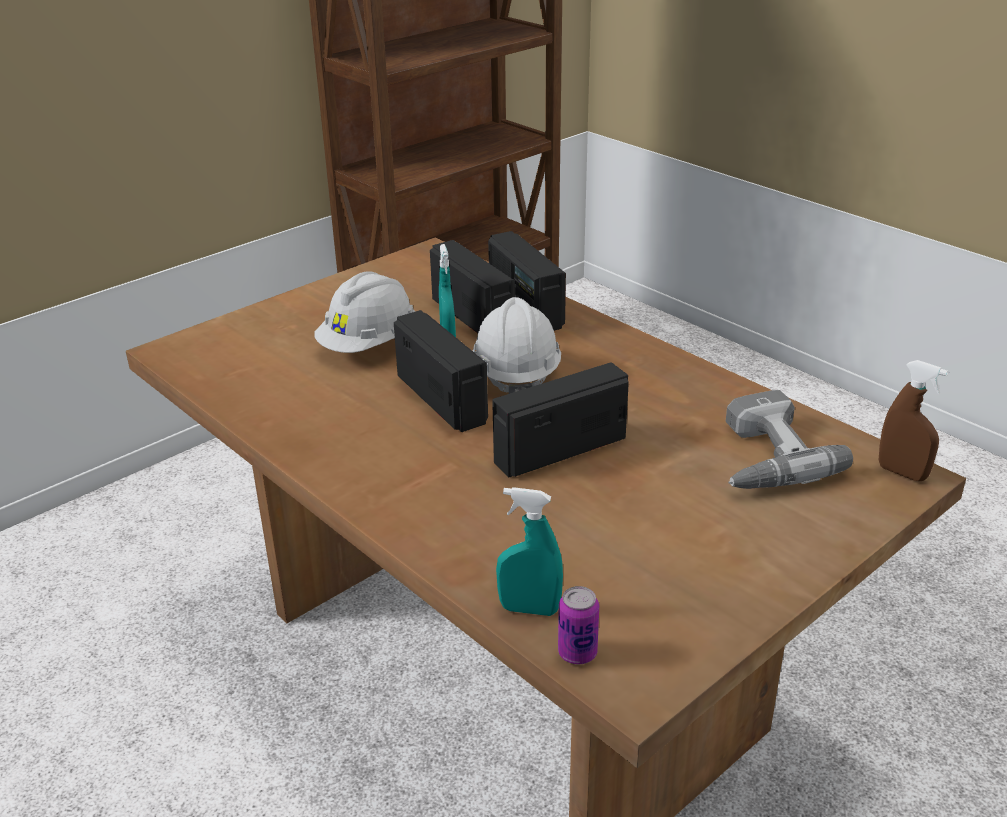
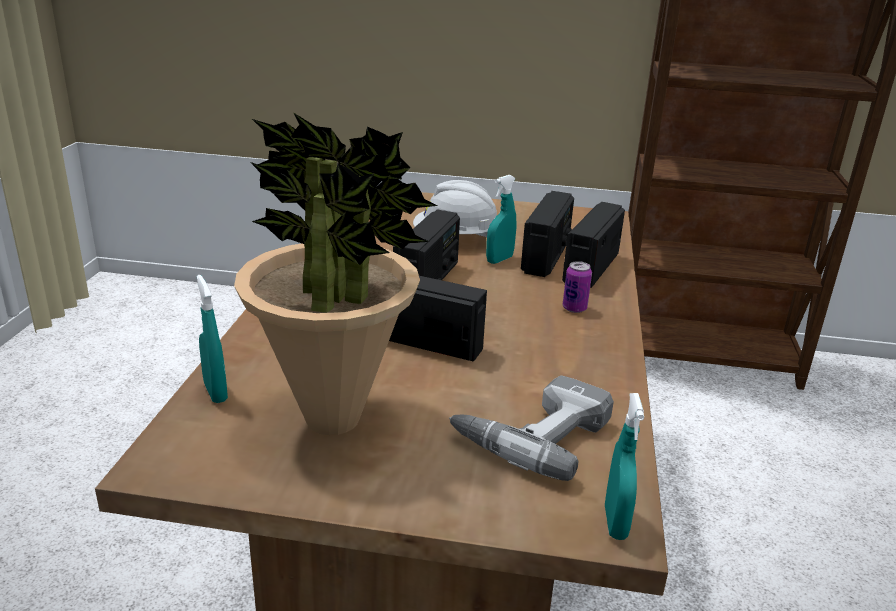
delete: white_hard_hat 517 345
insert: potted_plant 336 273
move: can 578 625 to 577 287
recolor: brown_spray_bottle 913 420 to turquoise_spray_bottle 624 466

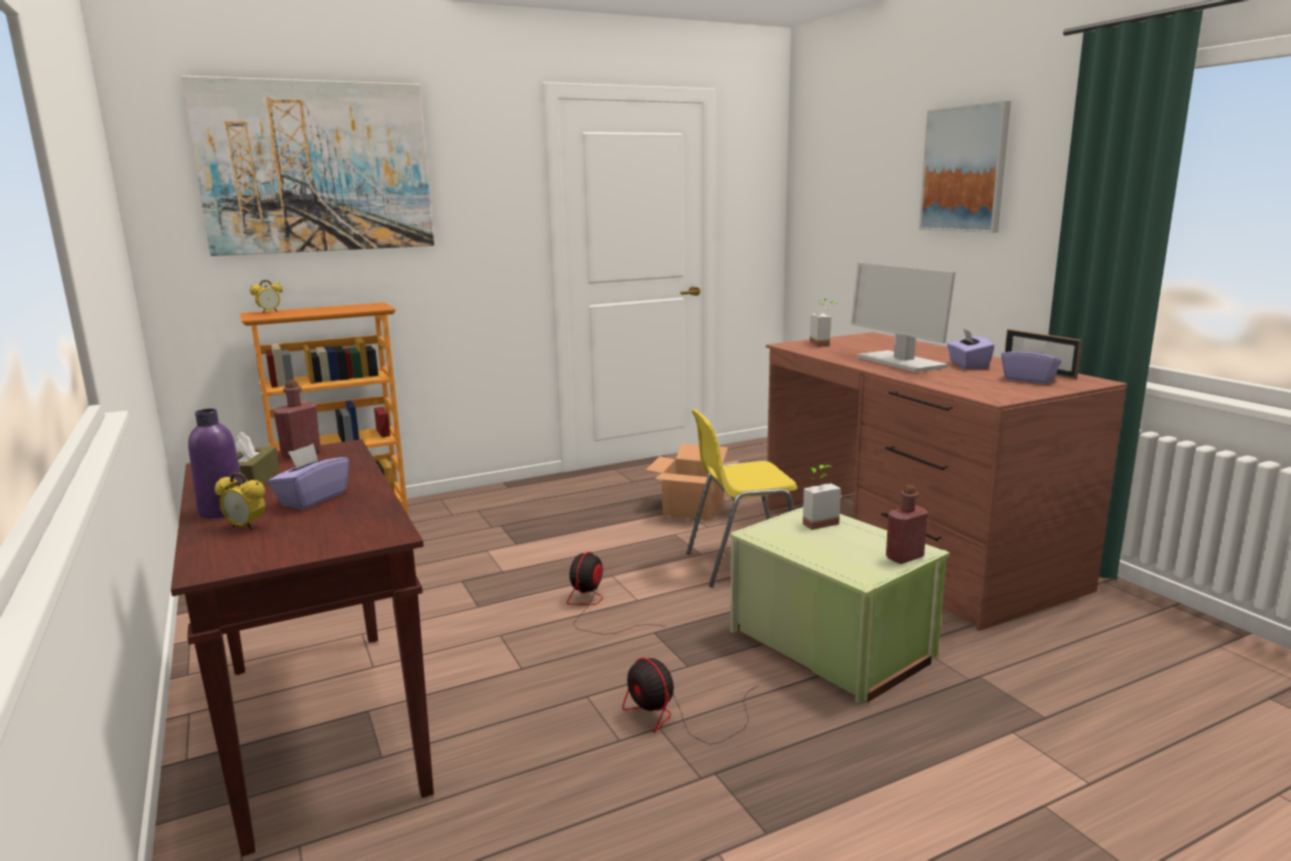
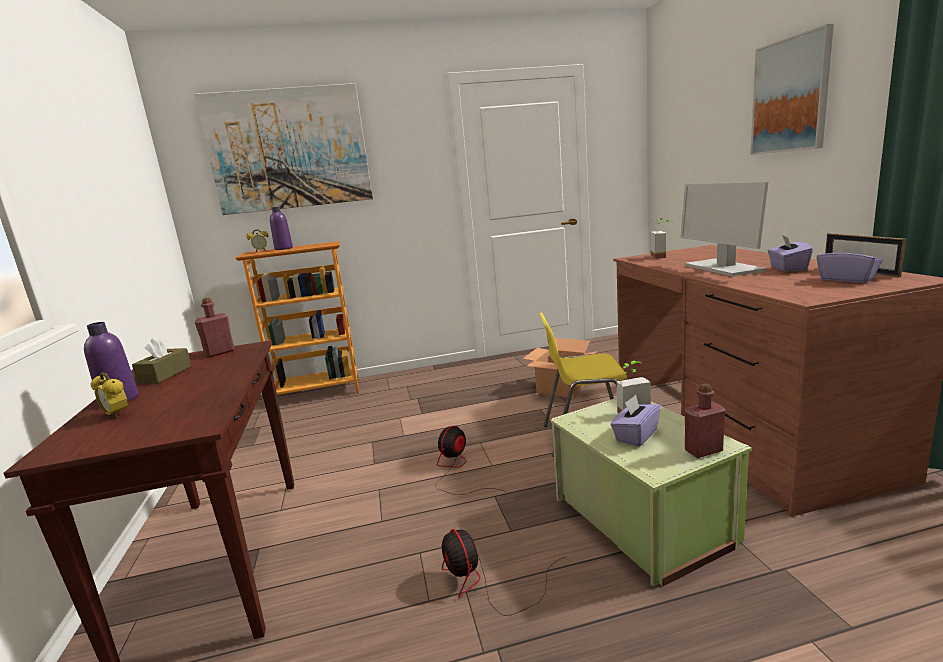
insert: purple_bottle 281 228
move: purple_tissue_box 308 476 to 636 420

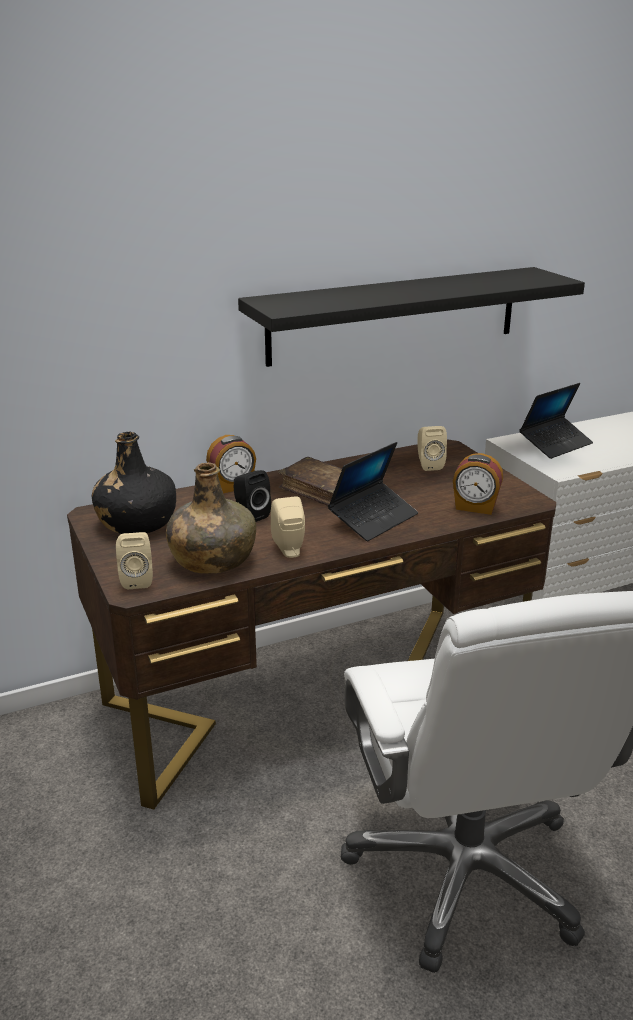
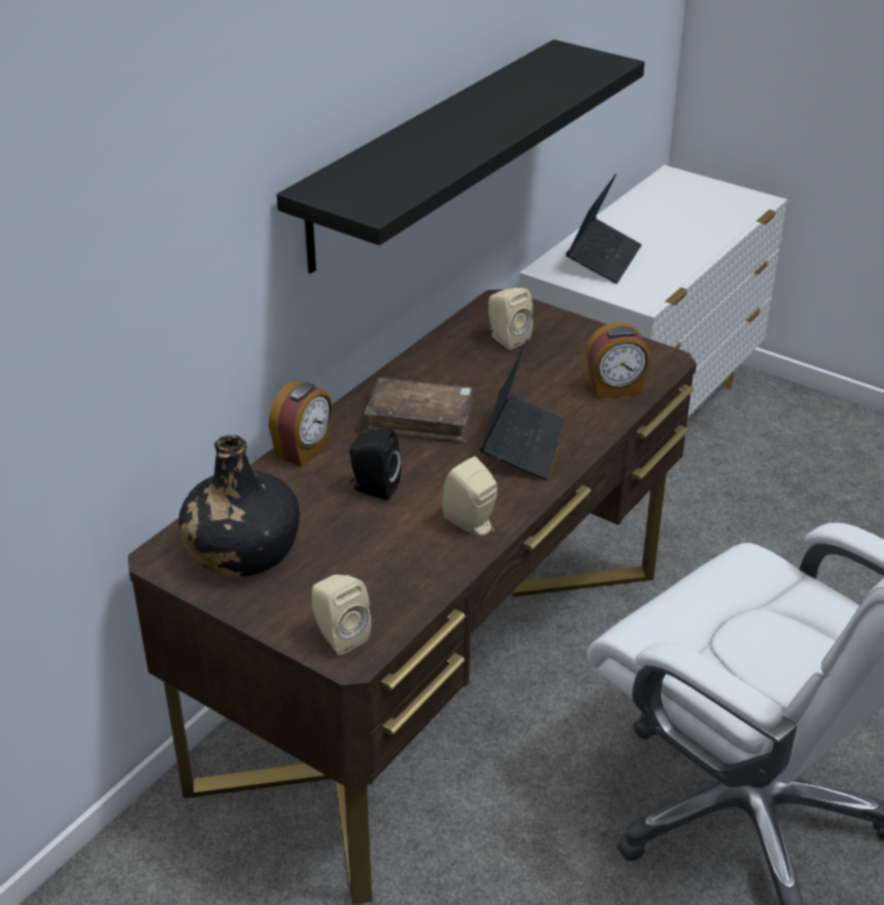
delete: green_bottle 211 518

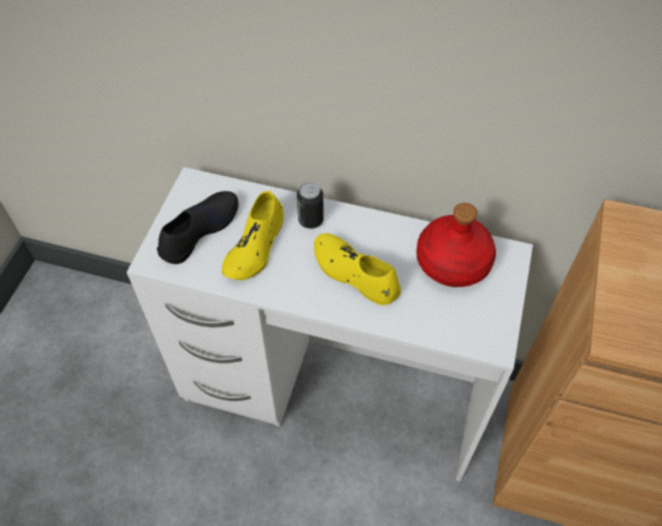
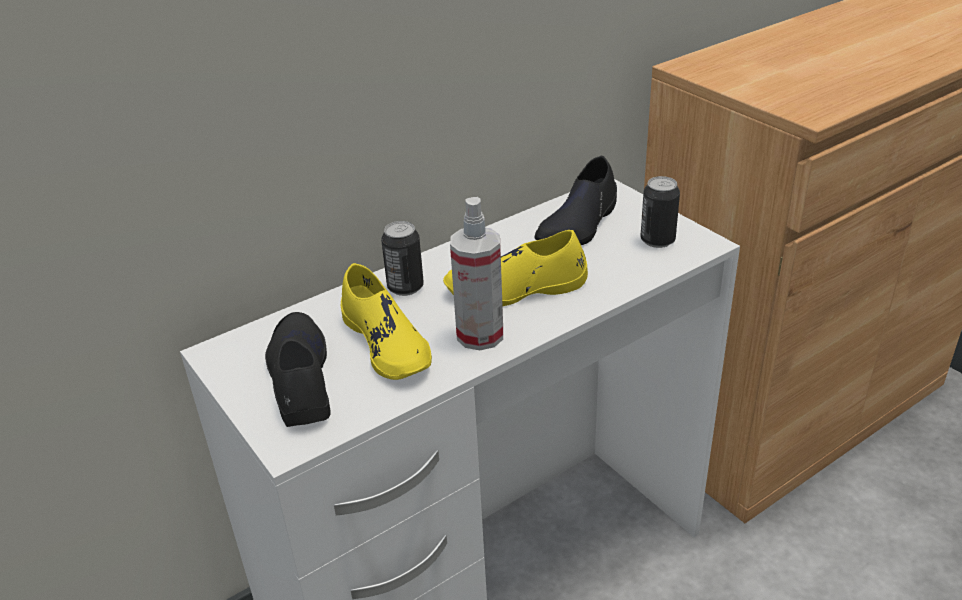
insert: can 660 212; spray_bottle 476 273
replace: red_bottle 456 245 to black_shoe 576 200

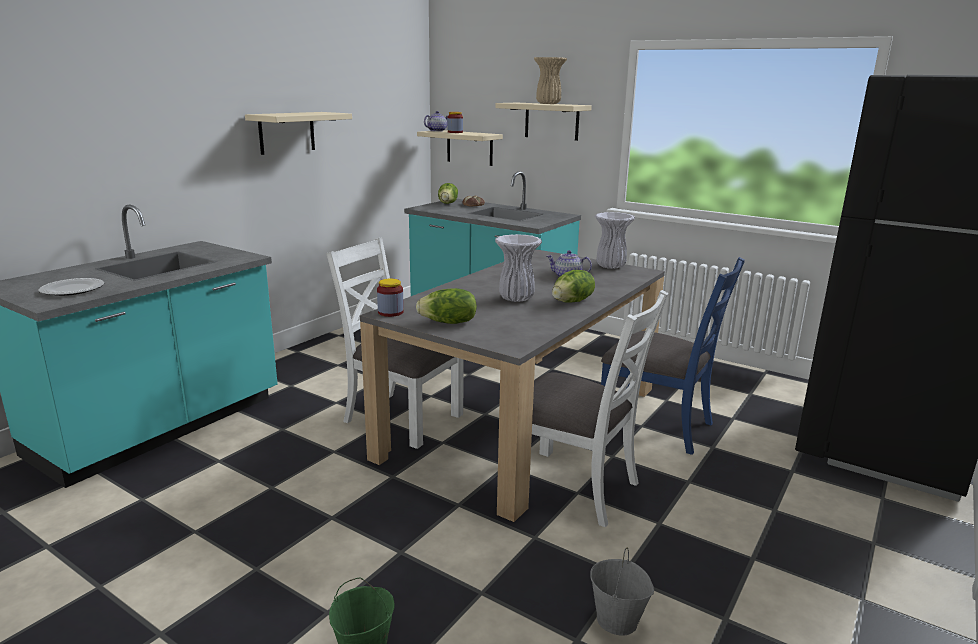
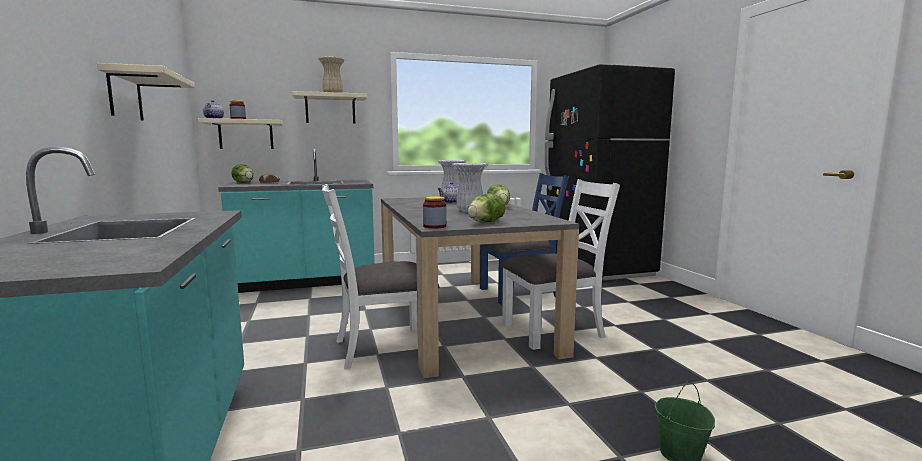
delete: plate 71 287; grey_bucket 622 592

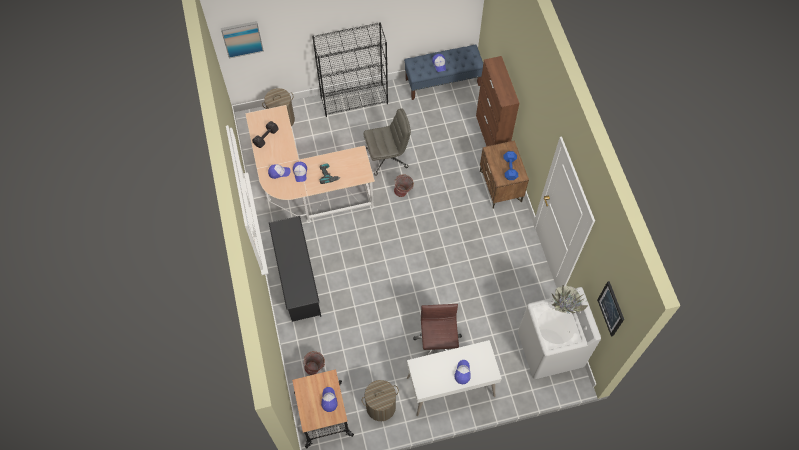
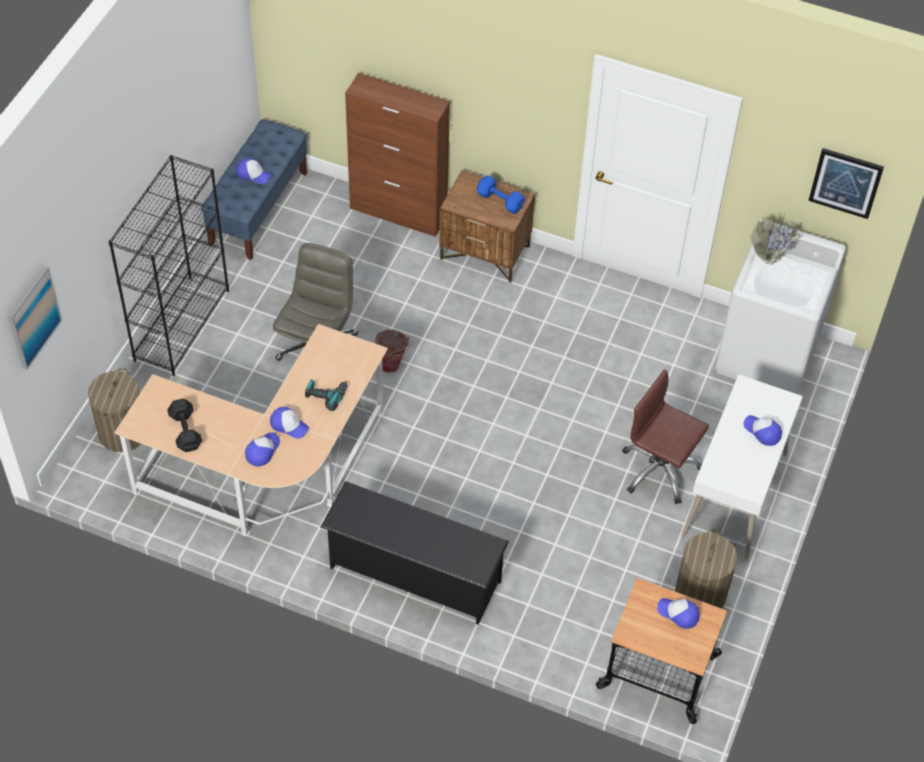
delete: bucket 314 363

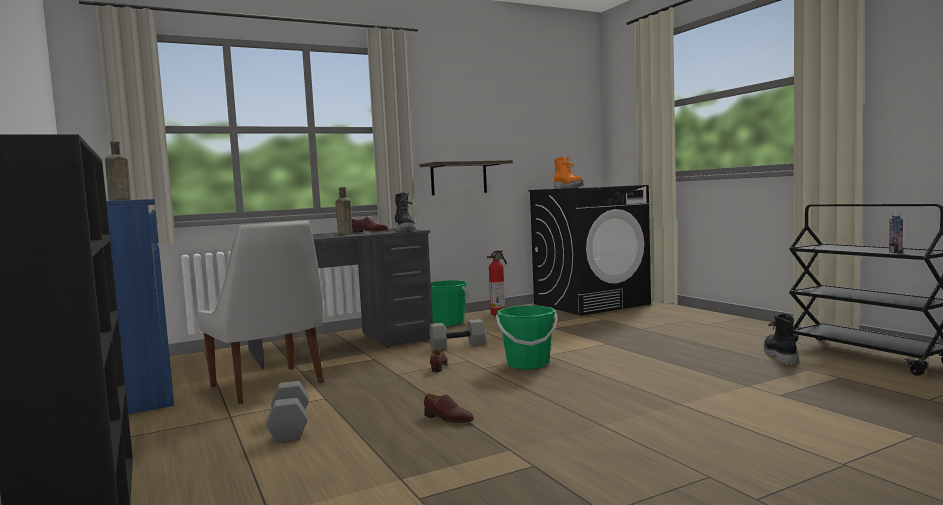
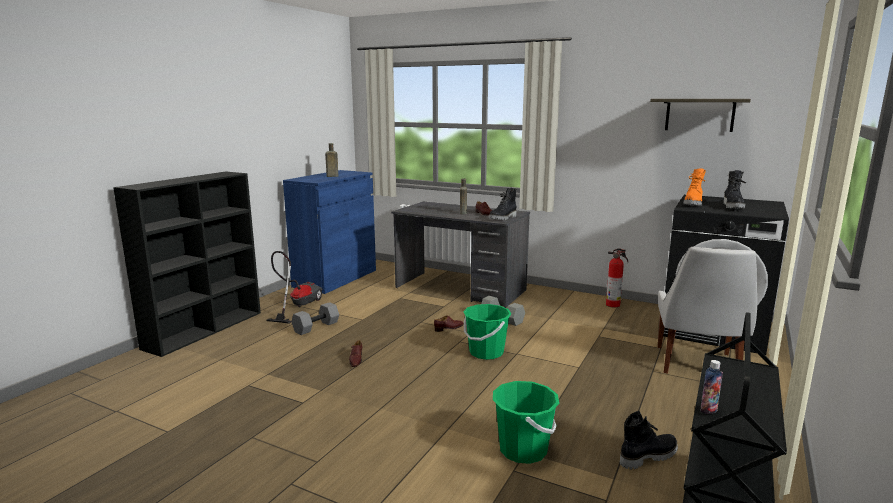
insert: black_boot 734 189; vacuum_cleaner 294 287
move: shelf 466 177 to 700 115; white_chair 260 312 to 707 310; green_bucket 450 303 to 526 422

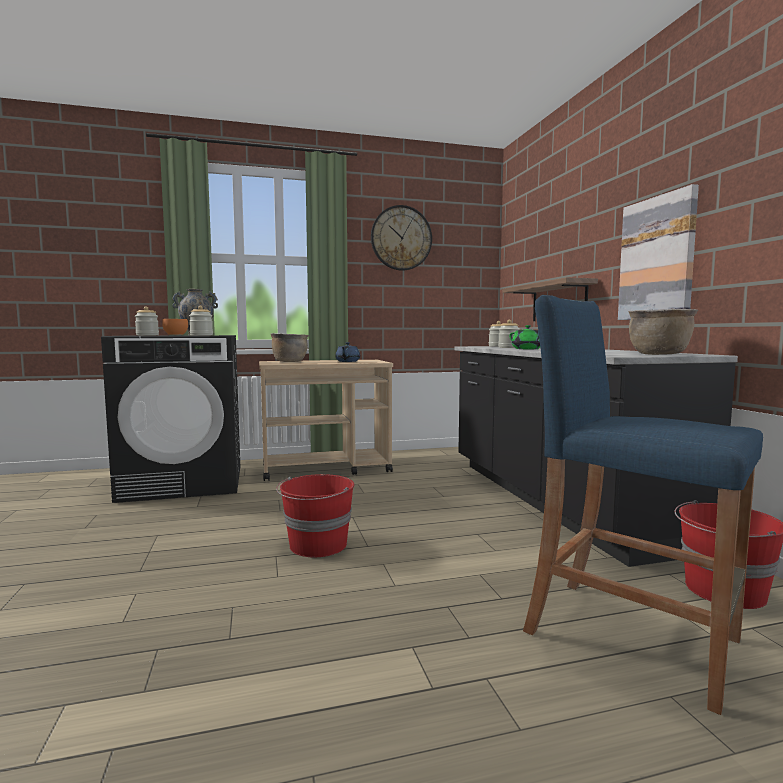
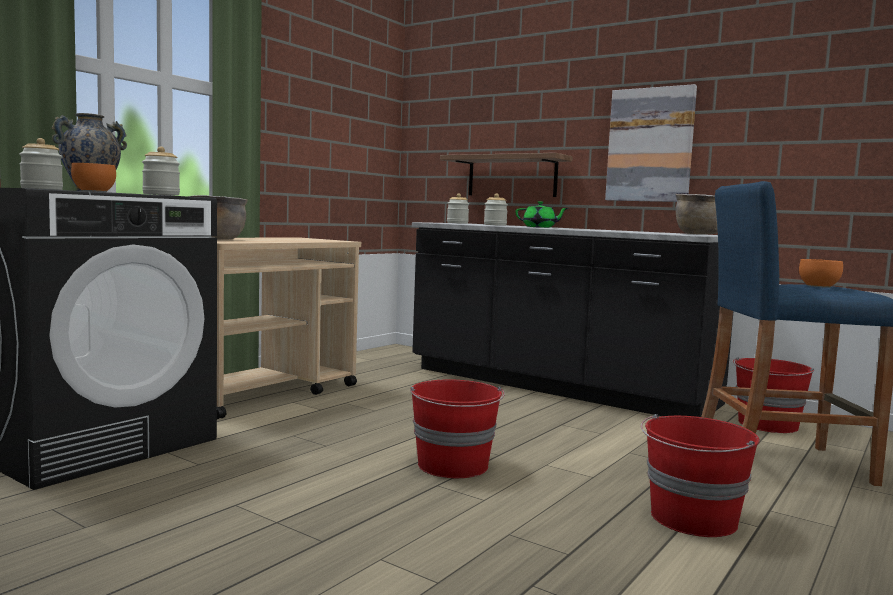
delete: wall_clock 401 238; blue_teapot 347 352
insert: orange_bowl 821 273; red_bucket 700 475

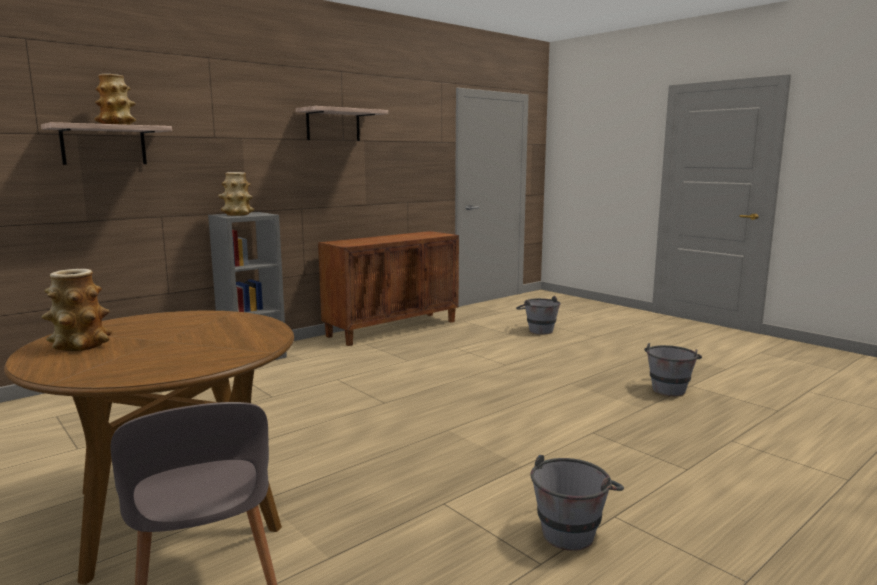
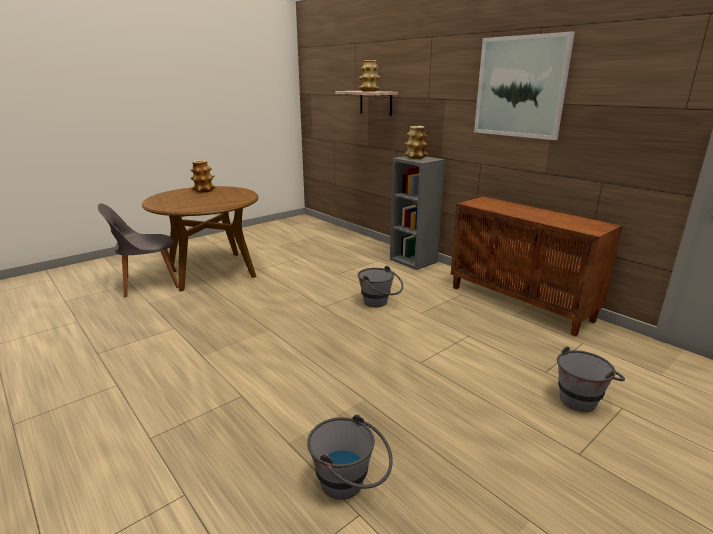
move: grey_bucket 577 503 to 380 286
replace: shelf 342 123 to picture 524 85

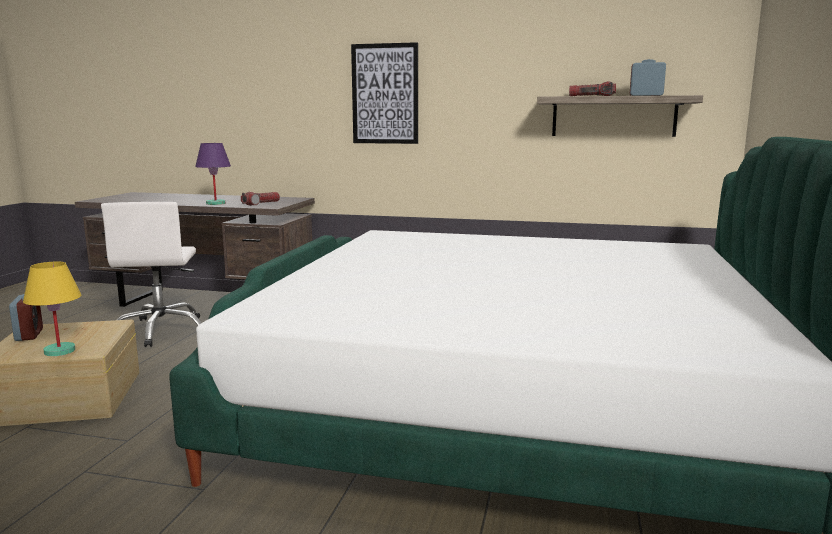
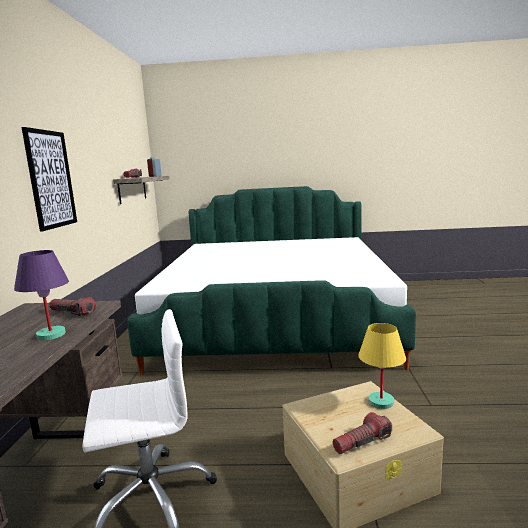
replace: alarm_clock 26 317 to flashlight 362 433

